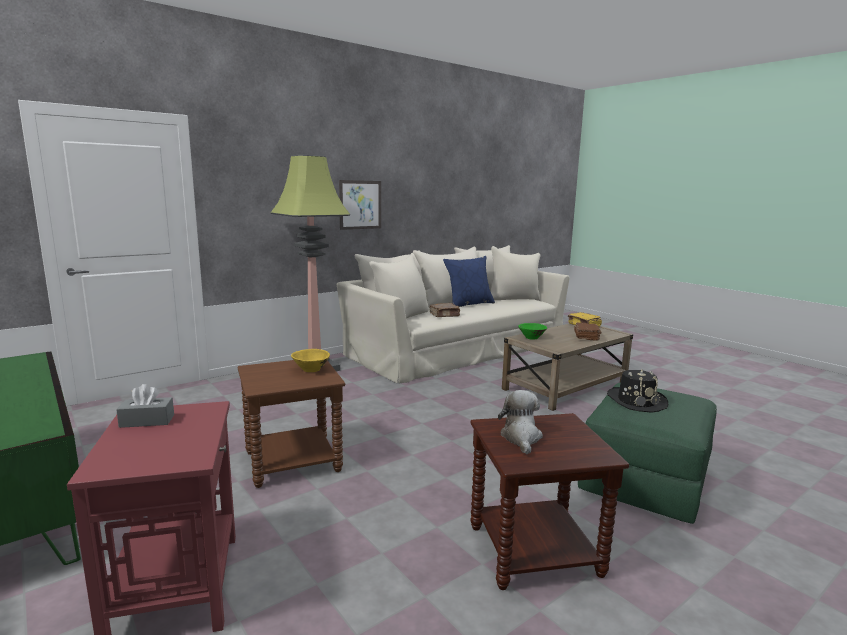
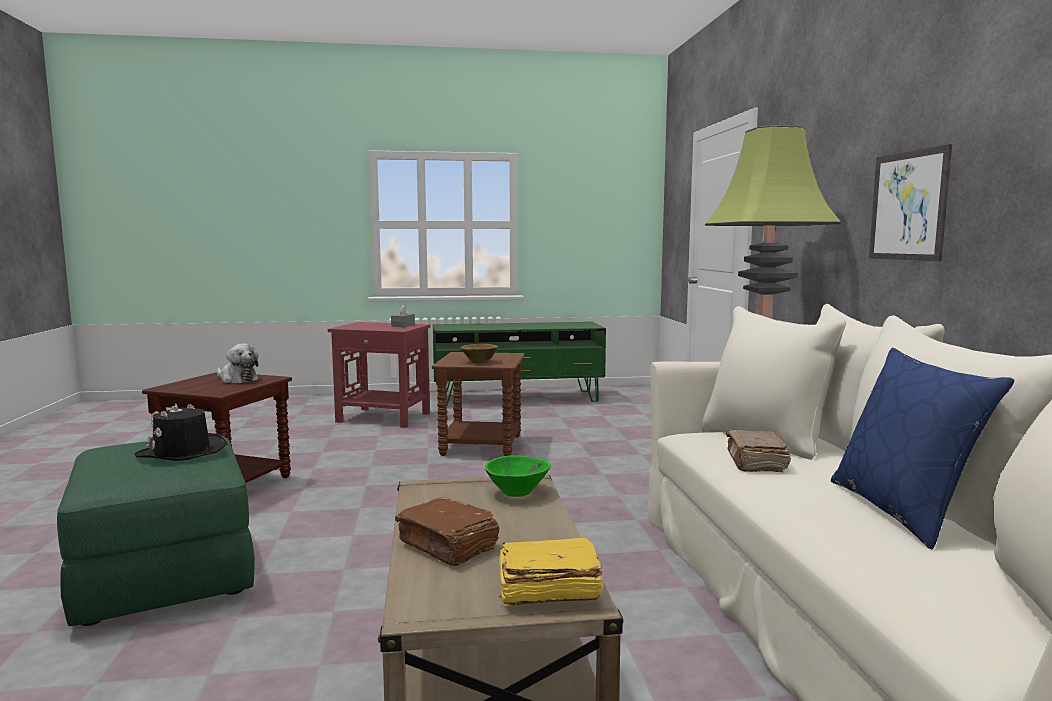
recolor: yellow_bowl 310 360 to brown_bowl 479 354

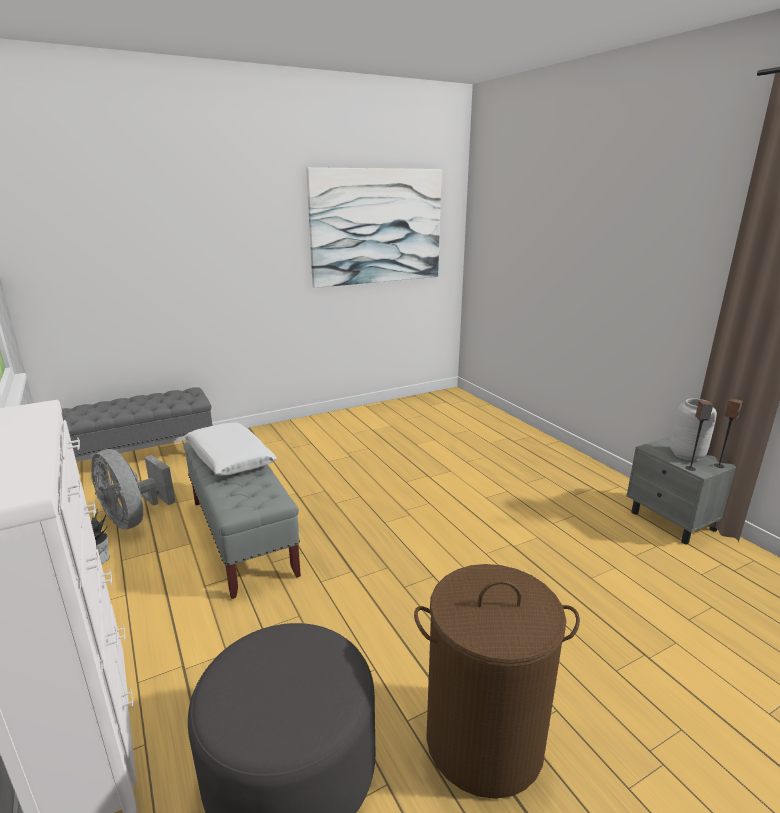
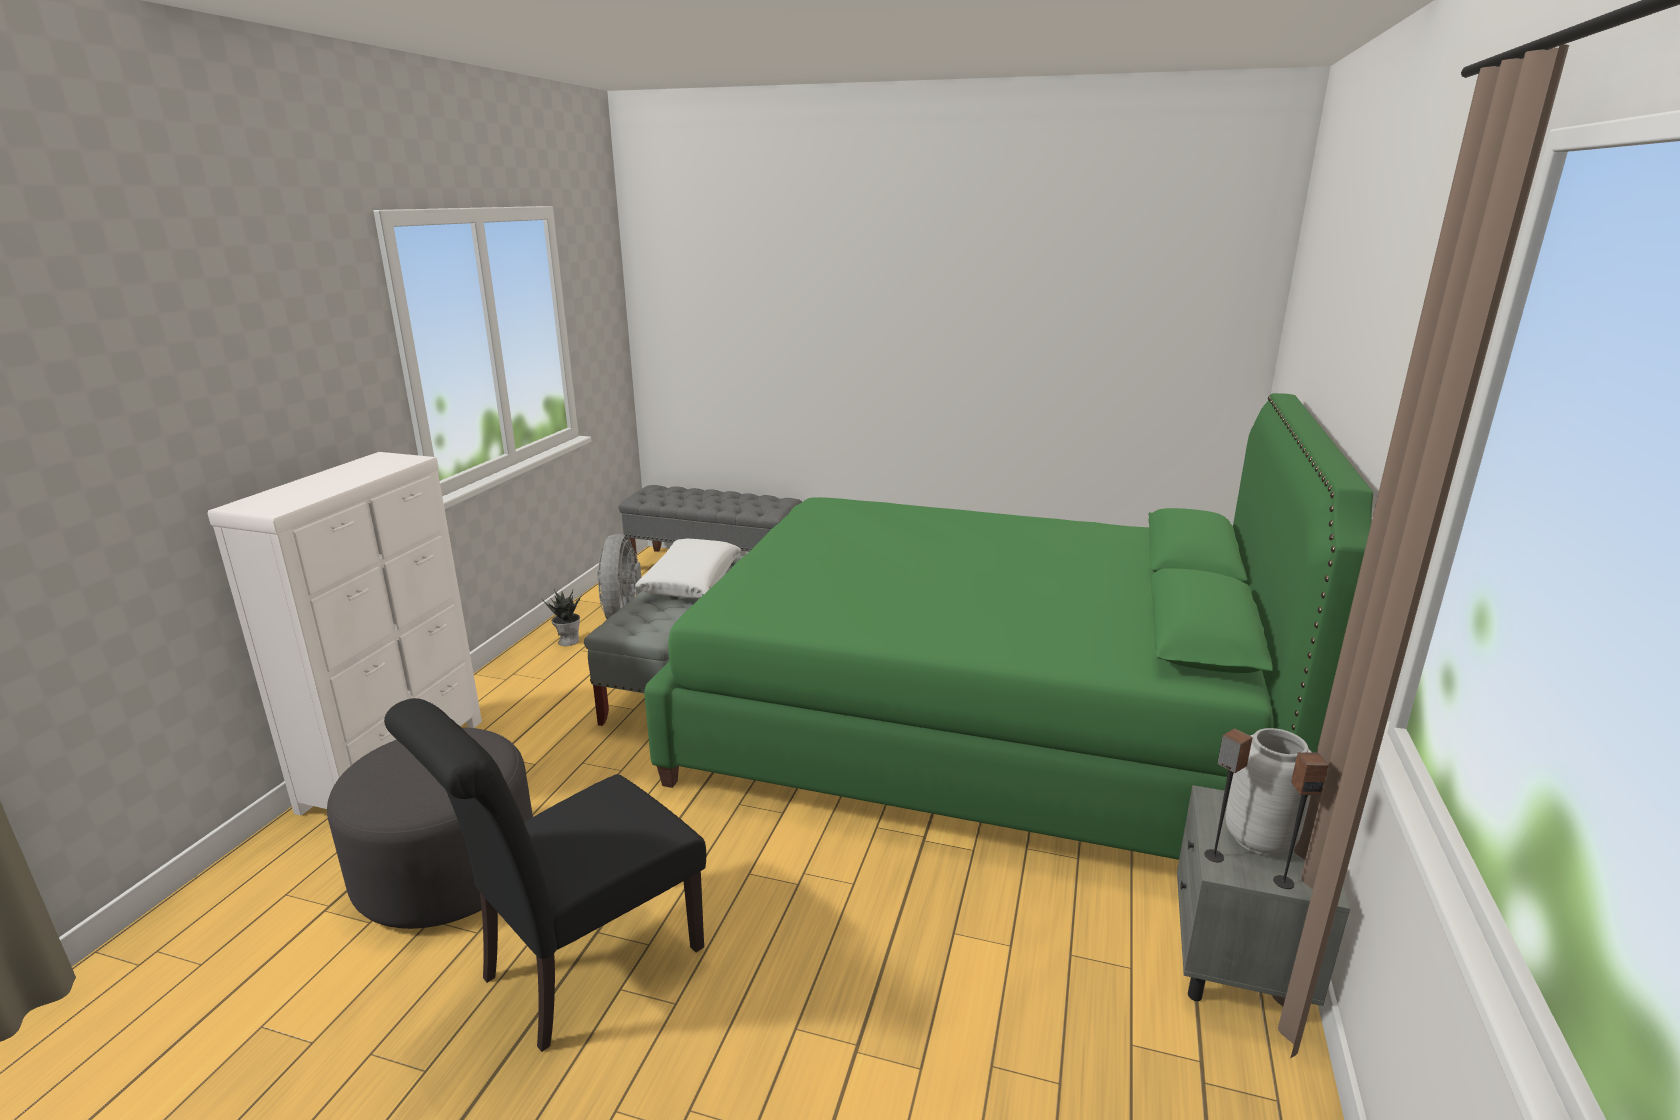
delete: picture 374 227
insert: green_bed 1008 626
replace: brown_laundry_basket 497 681 to black_chair 545 875

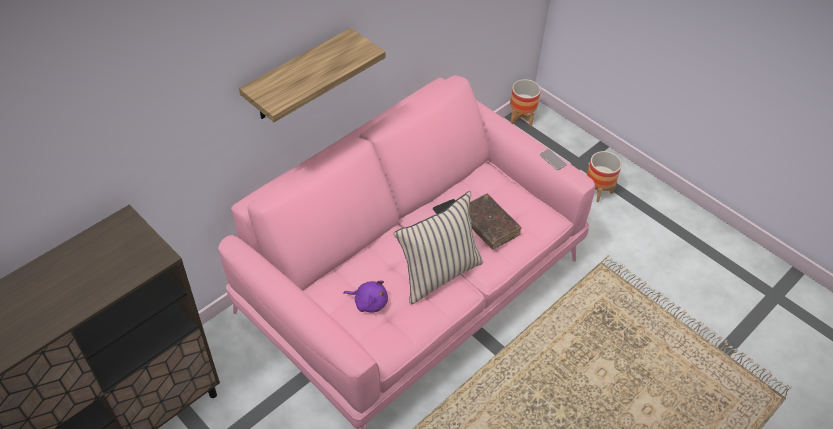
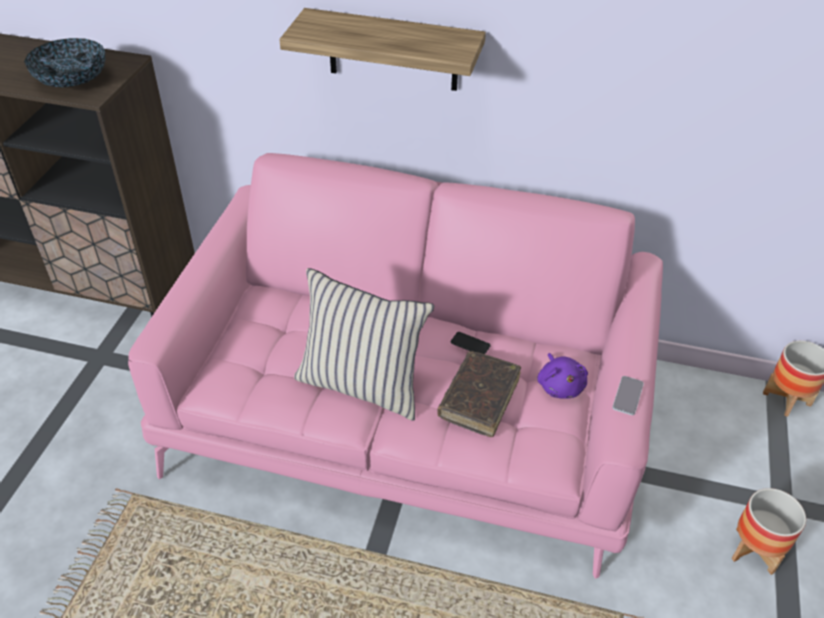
insert: bowl 64 62
move: purple_plush_toy 365 297 to 562 376

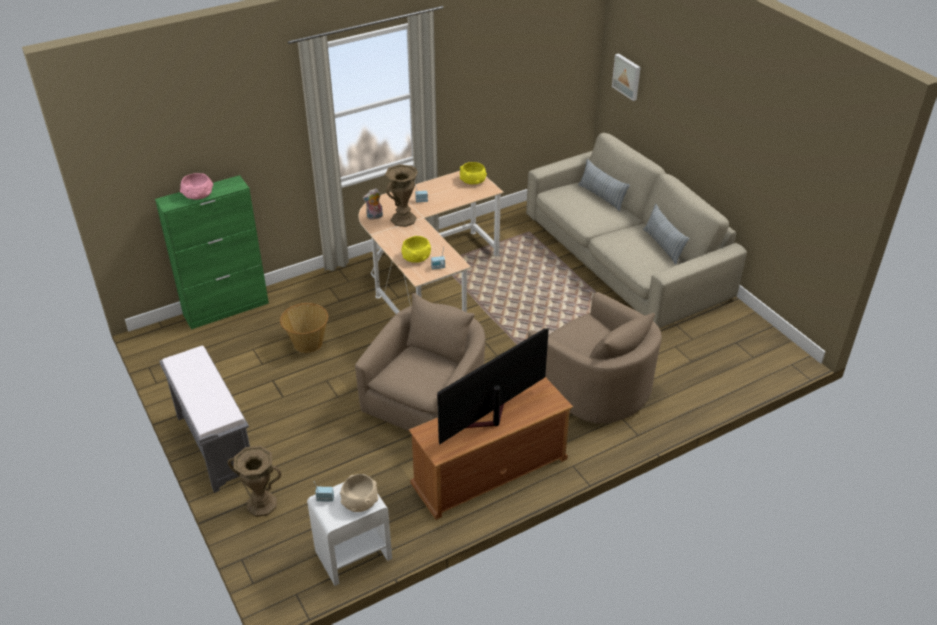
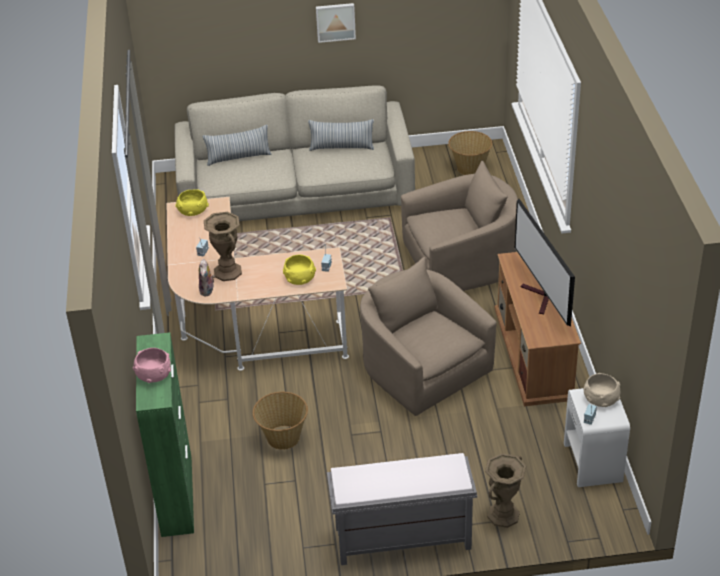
insert: basket 470 153
move: picture 626 77 to 336 23

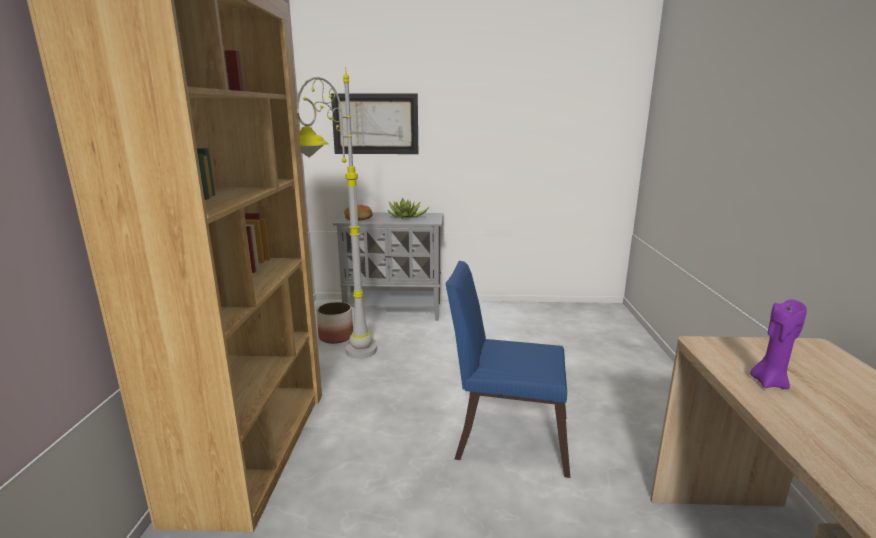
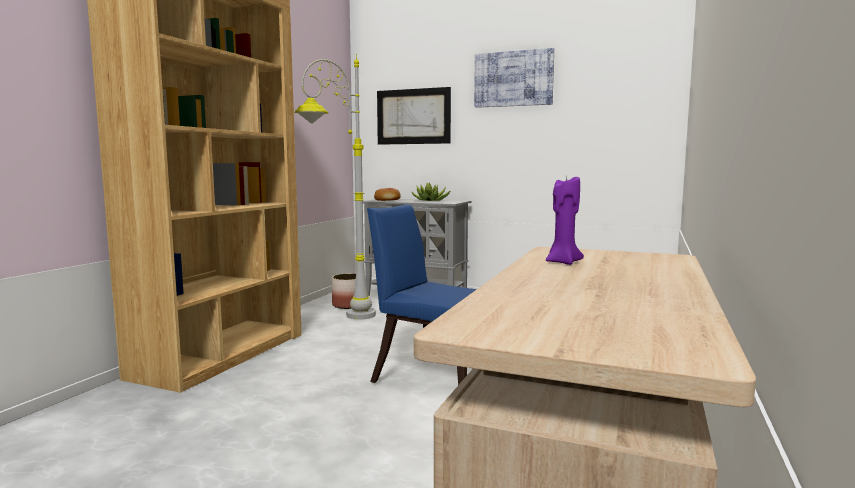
insert: picture 514 78

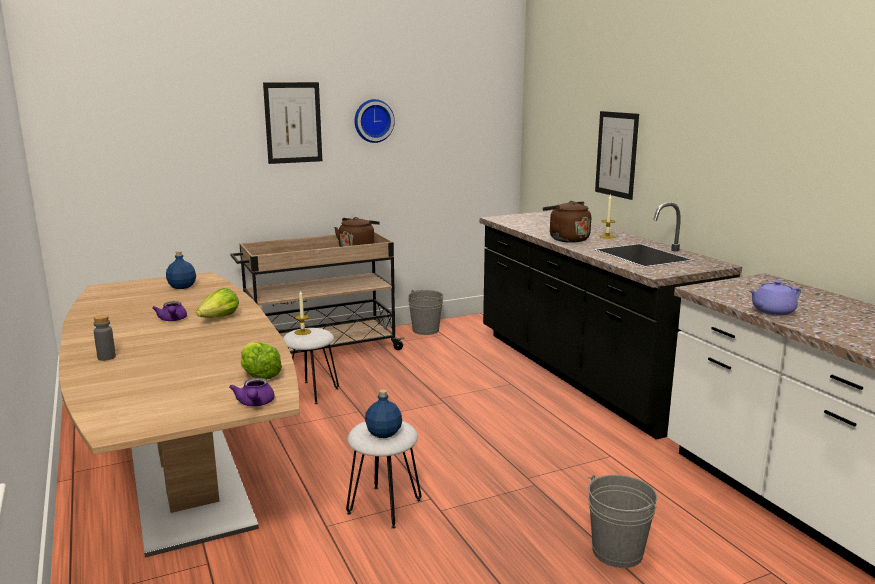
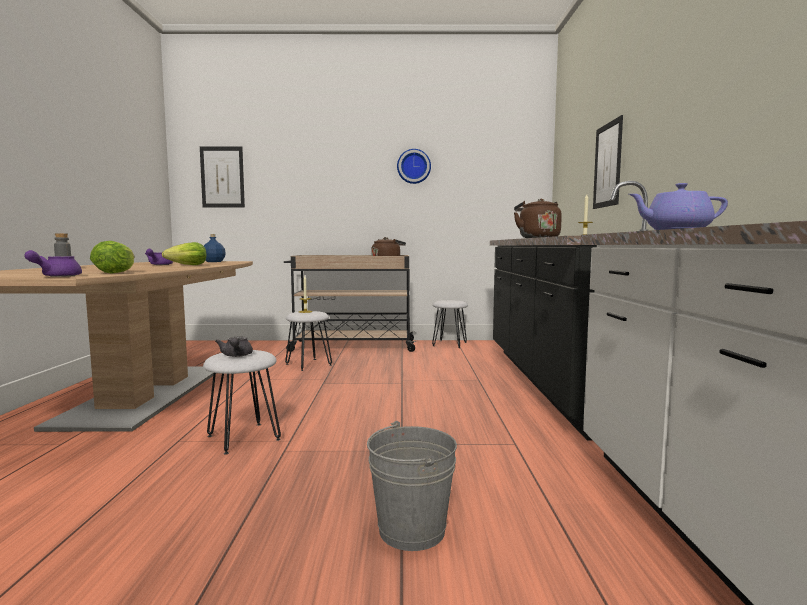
move: picture 292 123 to 222 177
replace: grey_bucket 426 312 to white_stool 450 324; blue_bottle 383 414 to grey_teapot 234 347

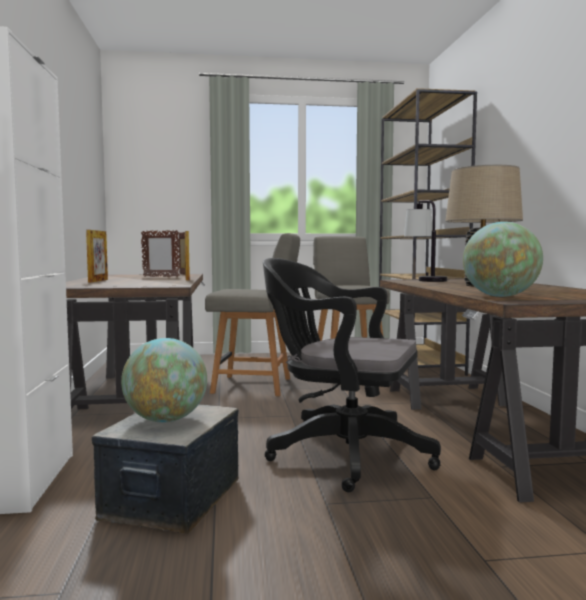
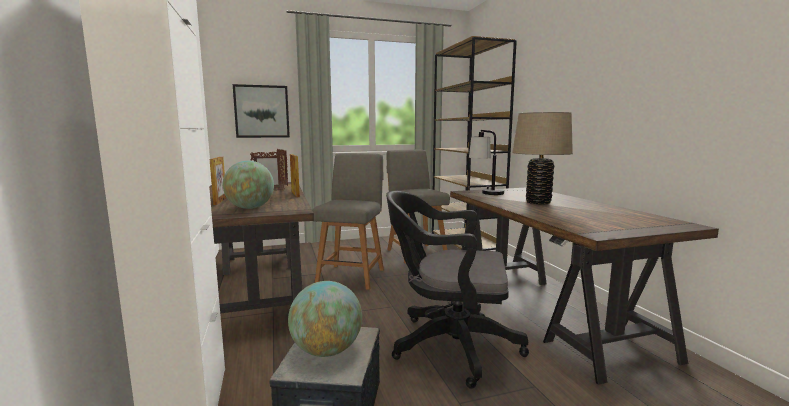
insert: picture 261 111
move: globe 503 259 to 248 185
rotate: grey_chair 252 314 = 348 221 75 degrees counterclockwise

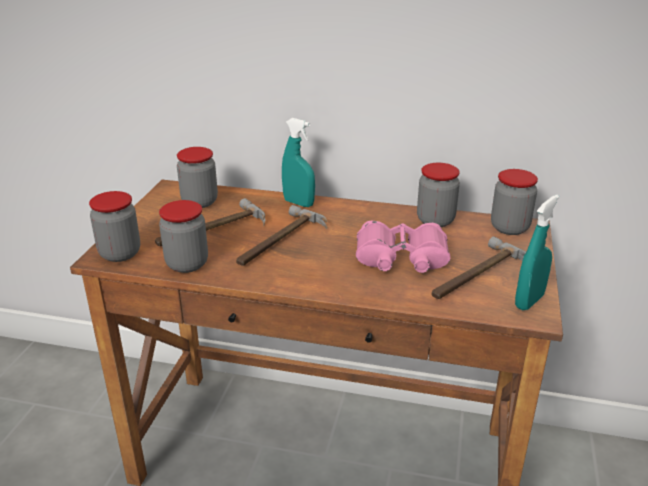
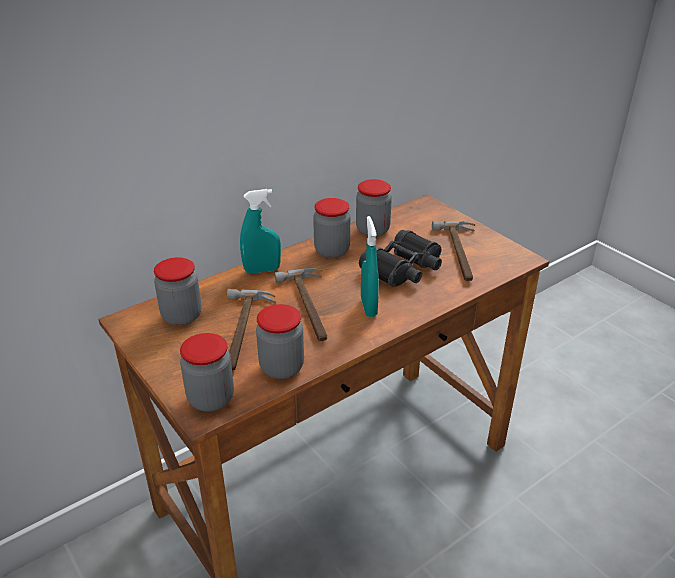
move: jar 514 202 to 331 228; turquoise_spray_bottle 537 252 to 370 266
recolor: pink_binoculars 403 247 to black_binoculars 400 258

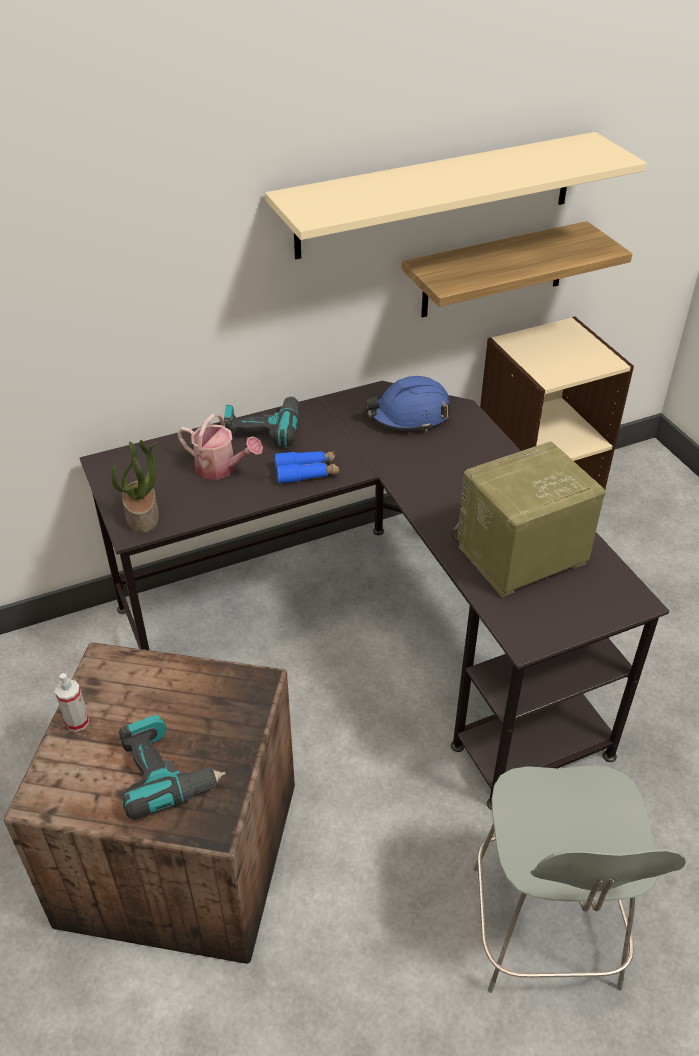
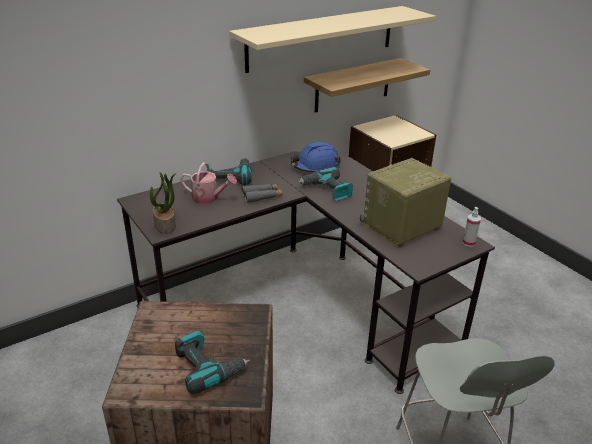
insert: power_drill 325 184
move: spray_bottle 72 702 to 471 227
recolor: blue_binoculars 307 467 to grey_binoculars 262 193

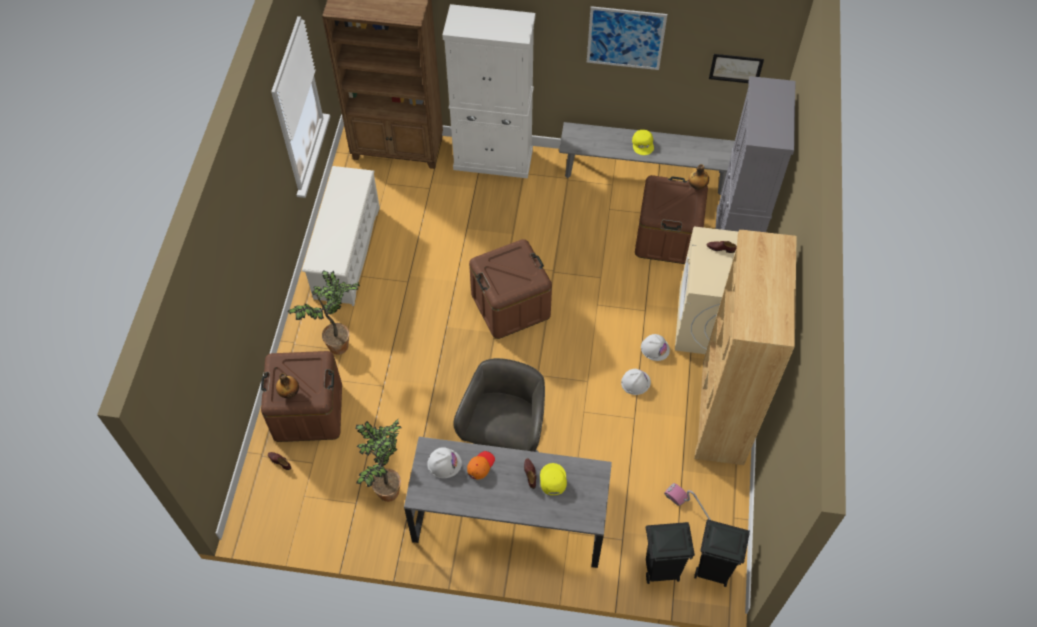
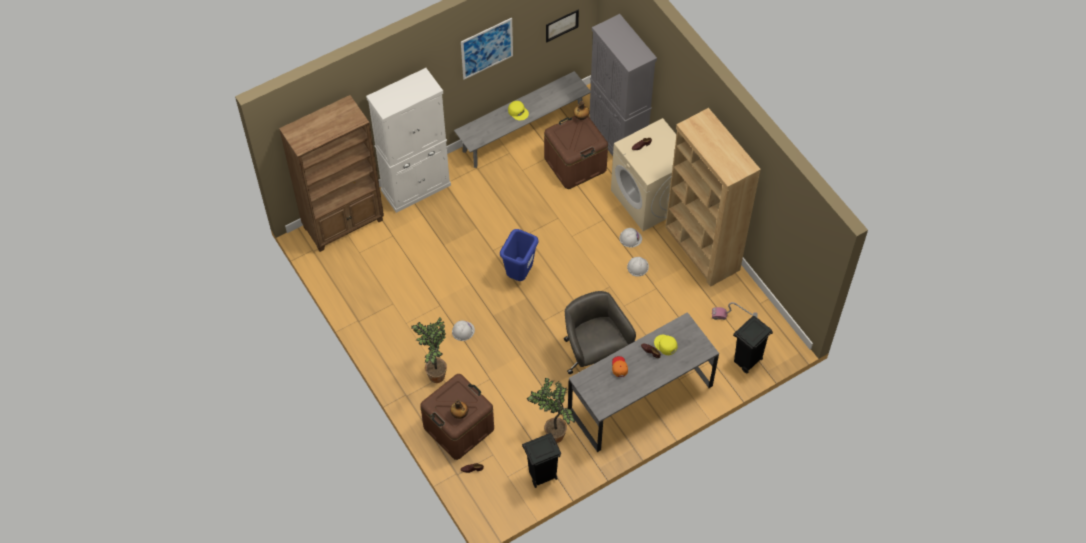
delete: white_shoe_rack 341 236
move: white_hard_hat 444 462 to 463 330; black_trash_can 722 553 to 541 460
replace: brown_storage_box 510 289 to blue_trash_can 519 255

